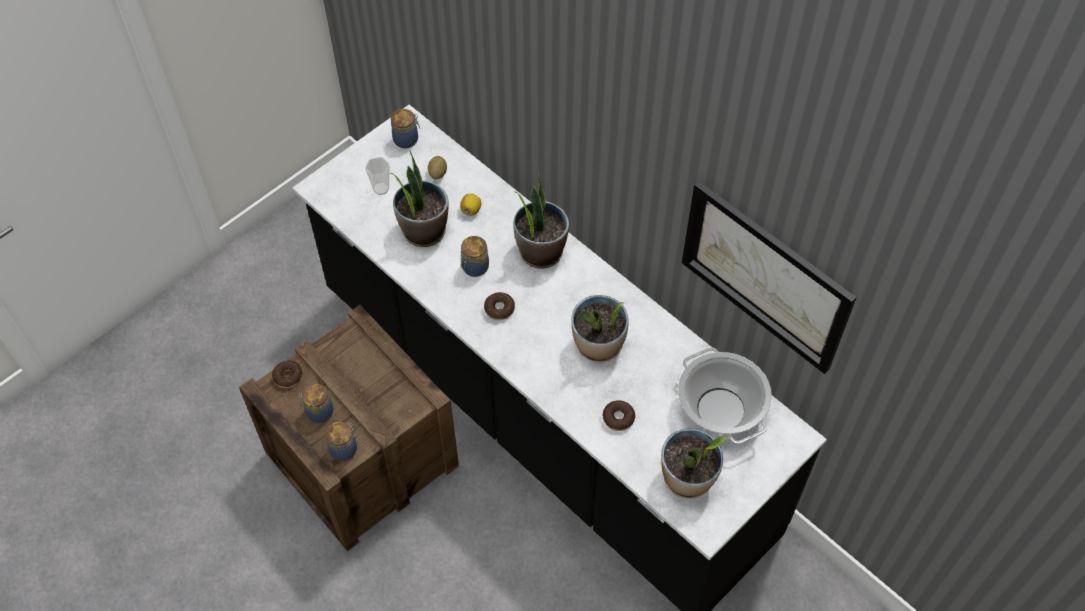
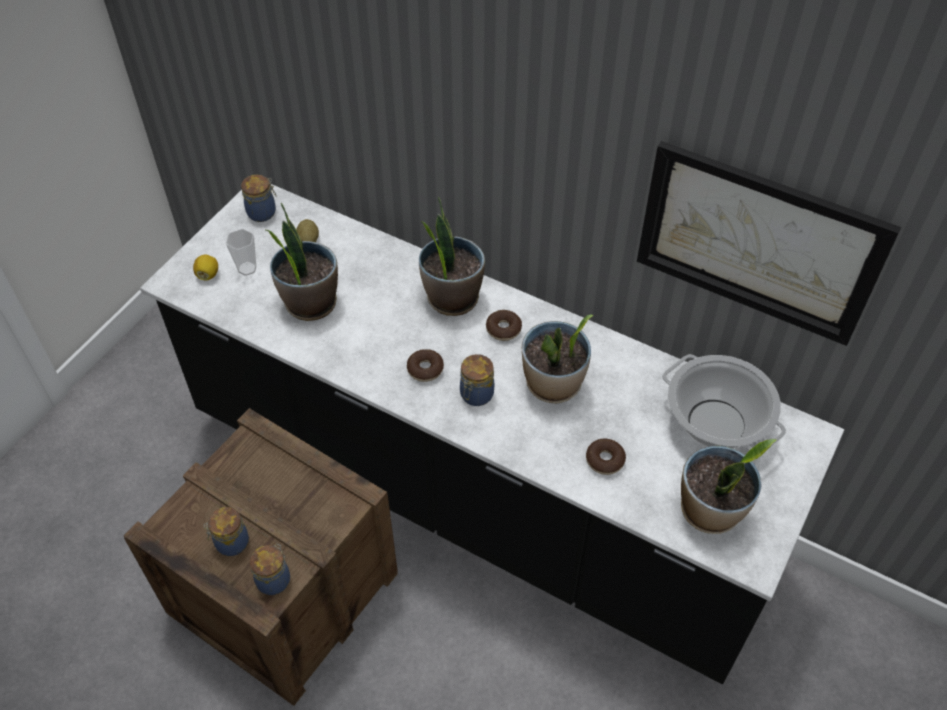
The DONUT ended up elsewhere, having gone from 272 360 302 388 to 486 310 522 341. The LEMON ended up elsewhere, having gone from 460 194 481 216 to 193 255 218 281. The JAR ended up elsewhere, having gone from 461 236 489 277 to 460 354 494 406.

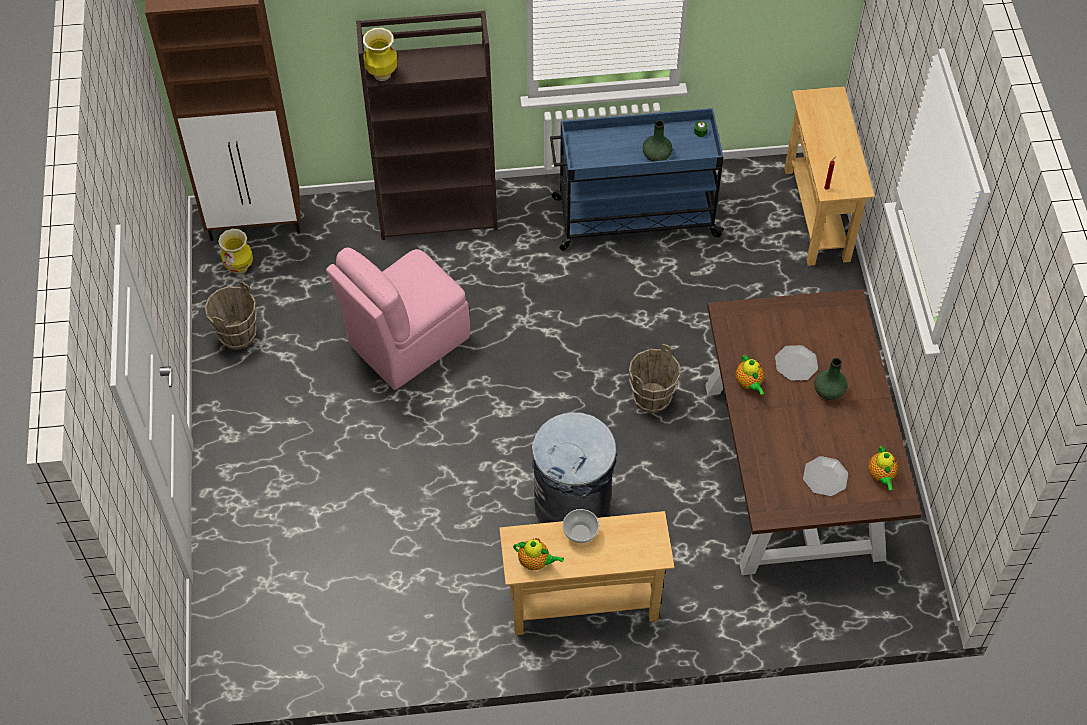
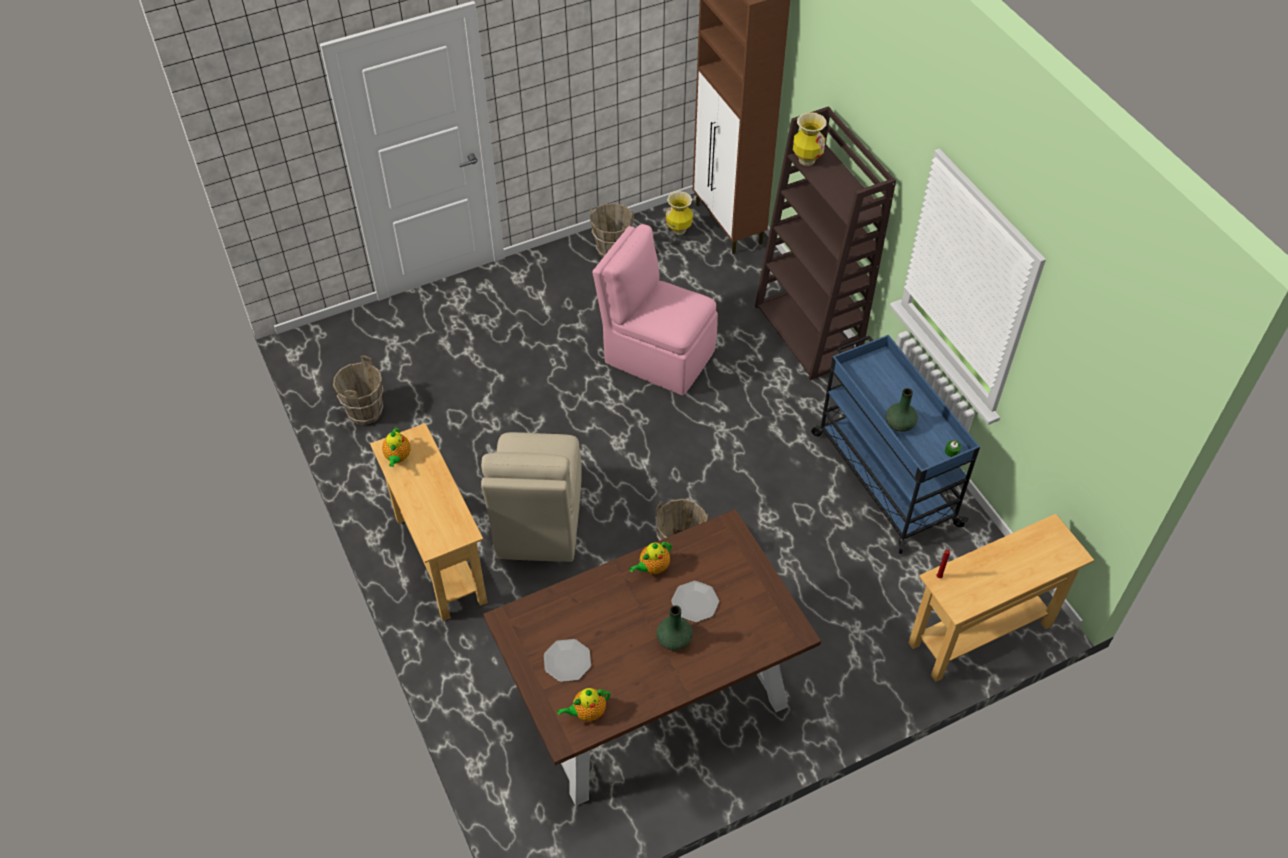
The second view lost the BOWL at 563 509 599 543. The second view gained the BROWN BUCKET at 333 355 384 425. Where the GREY TRASH CAN stood at 532 412 617 524, the BEIGE CHAIR came to stand at 481 432 582 562.

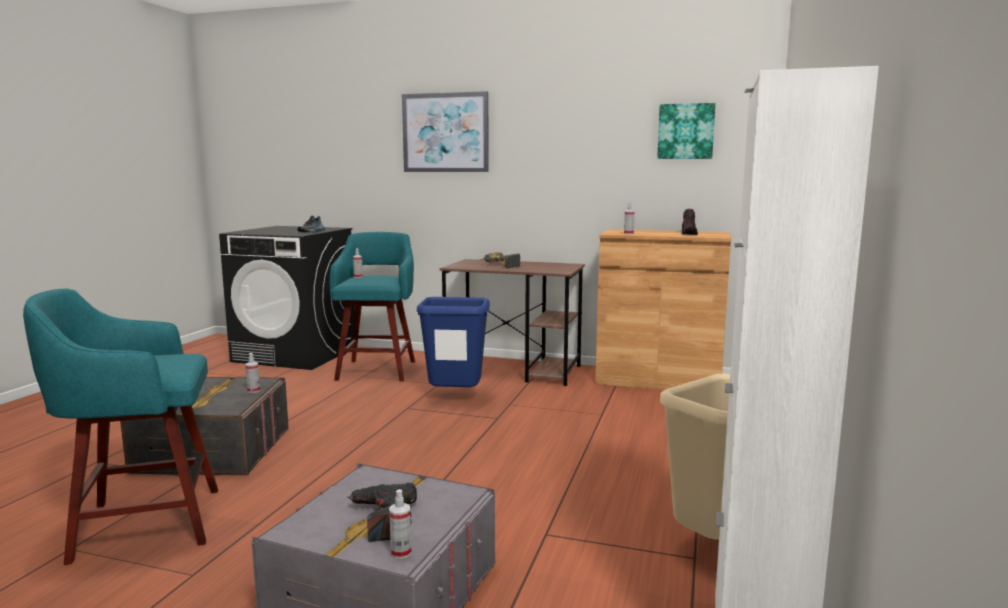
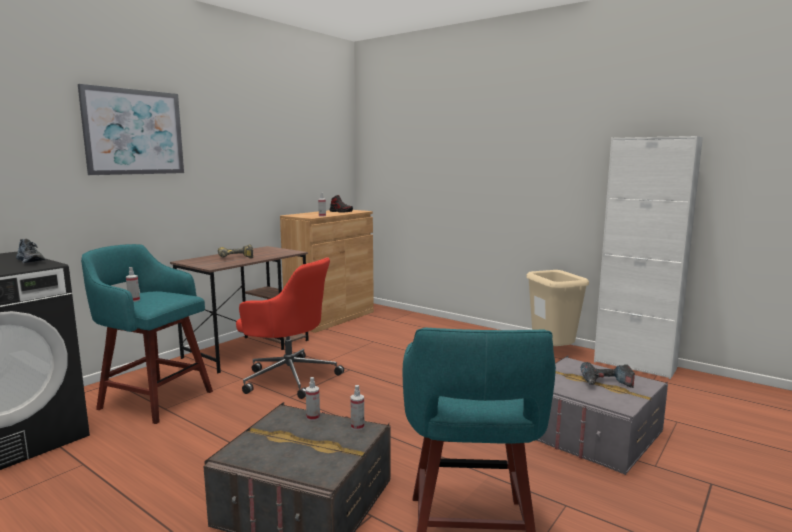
The second view lost the PICTURE at 657 103 715 159. The SPRAY BOTTLE ended up elsewhere, having gone from 389 489 411 559 to 350 385 364 430. Where the BLUE TRASH CAN stood at 417 297 490 387, the RED OFFICE CHAIR came to stand at 236 257 344 399.

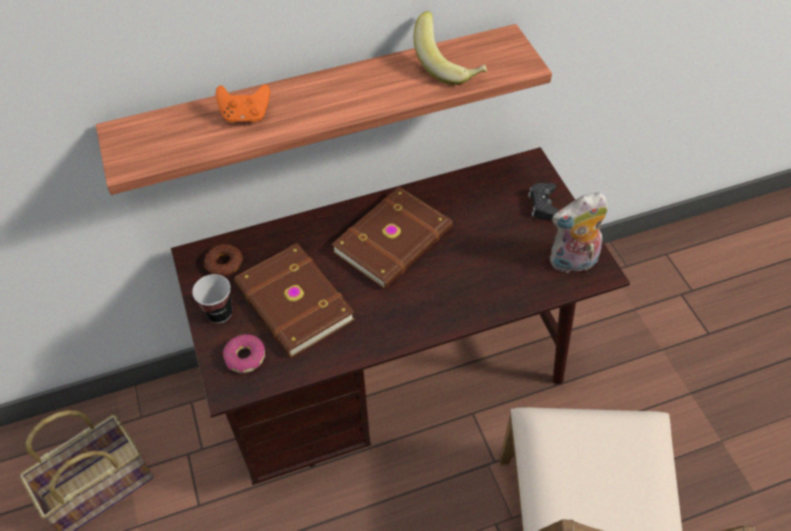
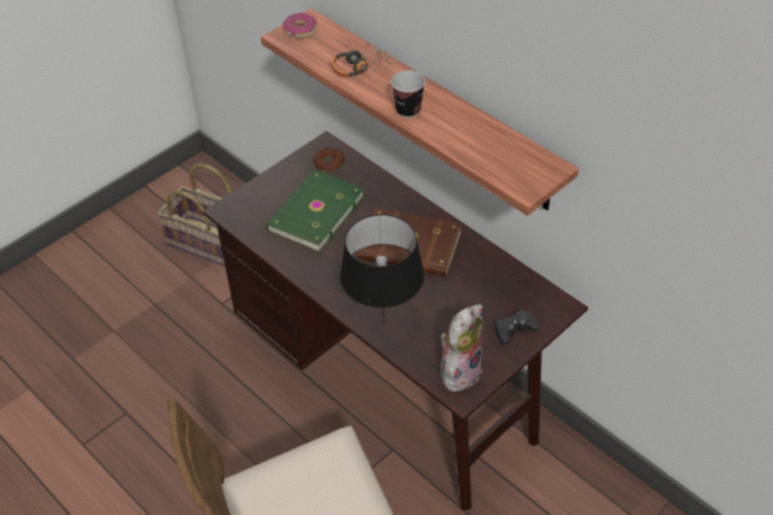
The second view lost the BANANA at 414 11 487 85. The second view gained the BLACK TABLE LAMP at 340 214 425 323. The CUP ended up elsewhere, having gone from 192 274 232 323 to 391 70 425 118. The DONUT ended up elsewhere, having gone from 223 334 265 373 to 283 13 317 38. Where the ORANGE GAME CONTROLLER stood at 216 84 270 123, the HEADPHONES came to stand at 331 42 395 77. What was the BROWN BOOK at 234 243 355 357 turned into the GREEN BOOK at 266 170 365 253. The PLUSH TOY at 550 192 608 273 ended up facing another way, 75 degrees clockwise from before.

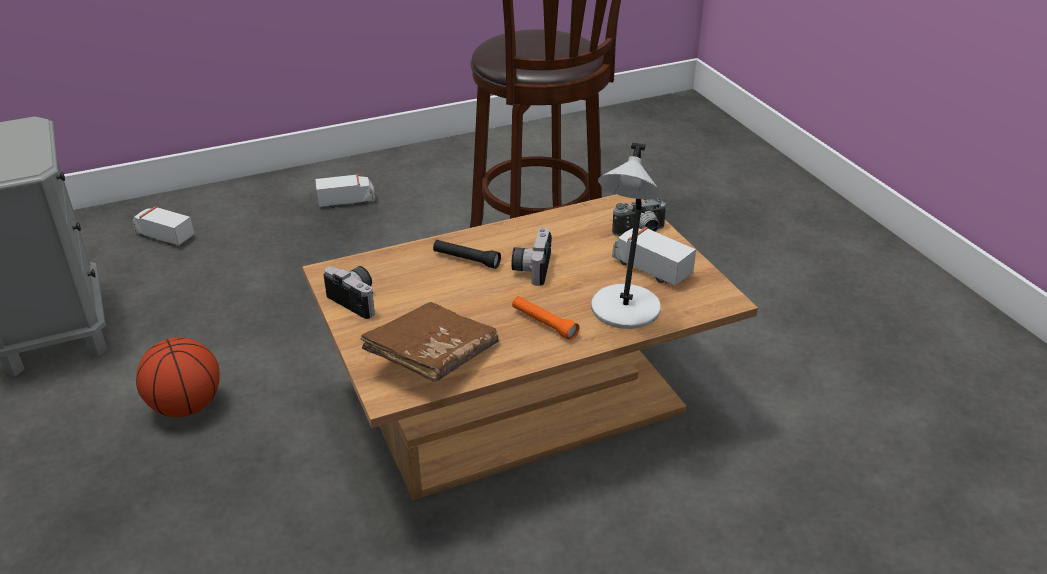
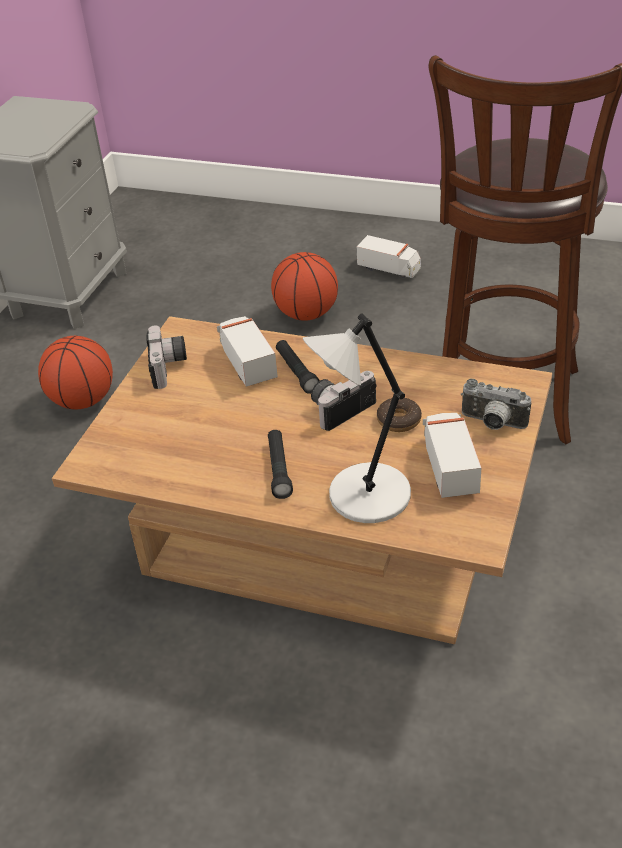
The second view lost the BROWN BOOK at 360 302 499 382. The second view gained the BASKETBALL at 271 252 338 321. The second view gained the DONUT at 377 398 422 432. The TOY TRUCK ended up elsewhere, having gone from 132 206 195 246 to 217 316 278 387. What was the ORANGE FLASHLIGHT at 512 296 580 341 turned into the BLACK FLASHLIGHT at 268 430 293 499.

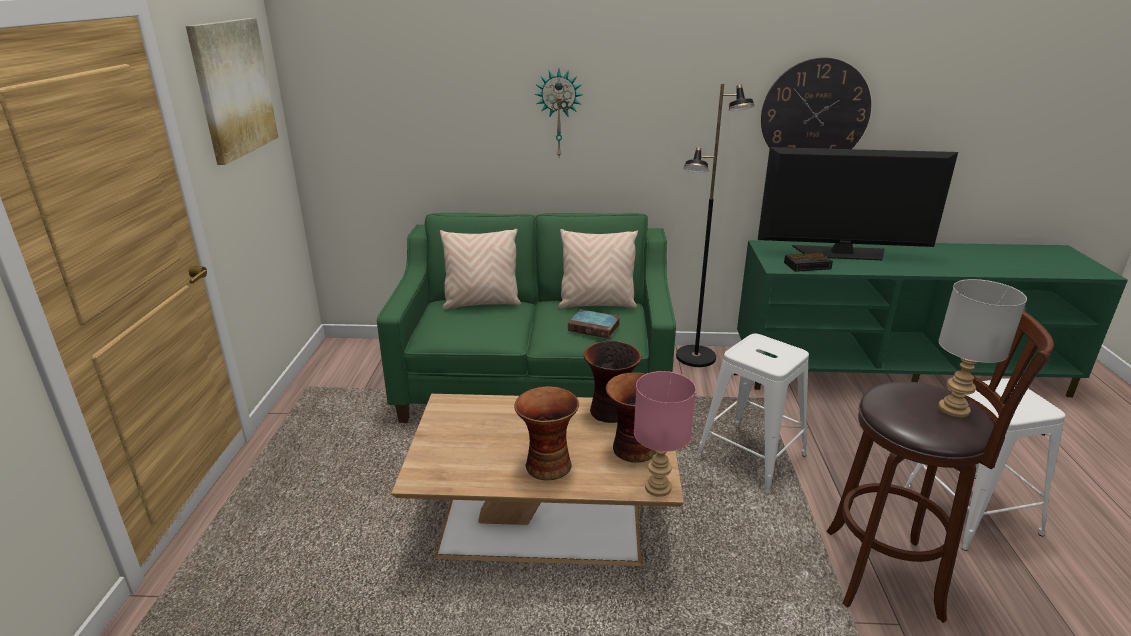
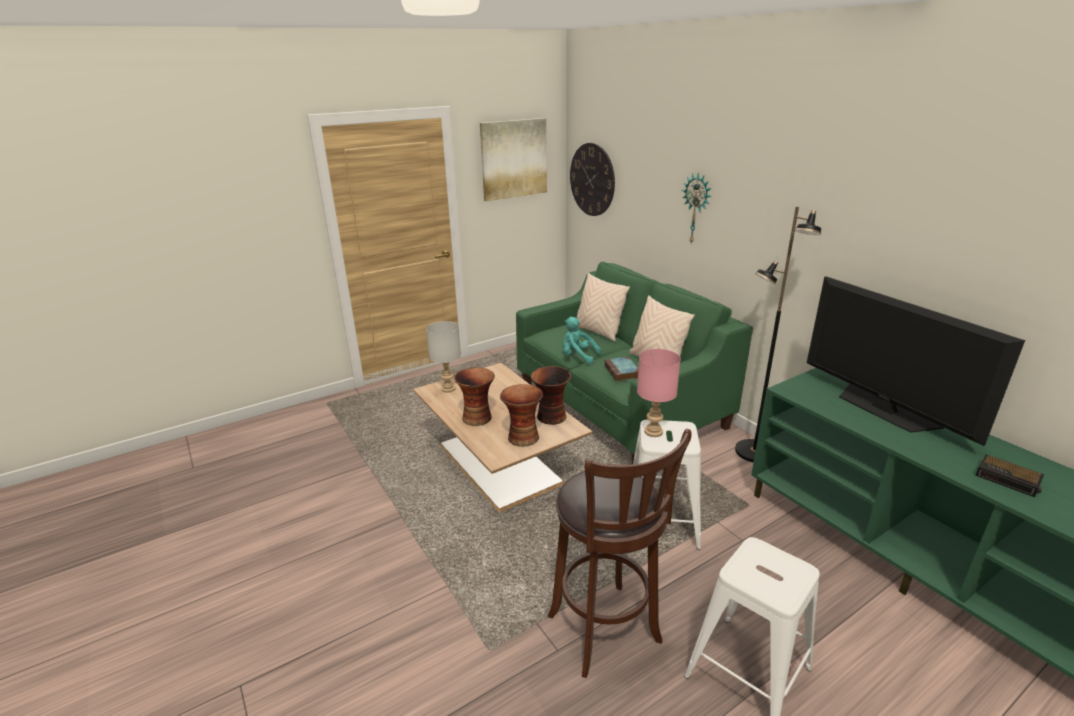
The second view gained the TURQUOISE PLUSH TOY at 563 317 601 364. The PINK TABLE LAMP ended up elsewhere, having gone from 634 371 696 497 to 637 349 681 437. The WALL CLOCK ended up elsewhere, having gone from 761 58 871 149 to 570 143 615 216. The ALARM CLOCK ended up elsewhere, having gone from 784 253 833 272 to 975 455 1044 497. The GREY TABLE LAMP ended up elsewhere, having gone from 938 279 1027 418 to 426 321 461 392.

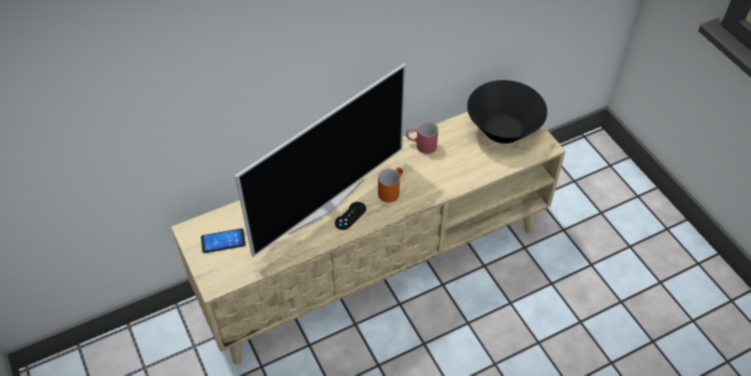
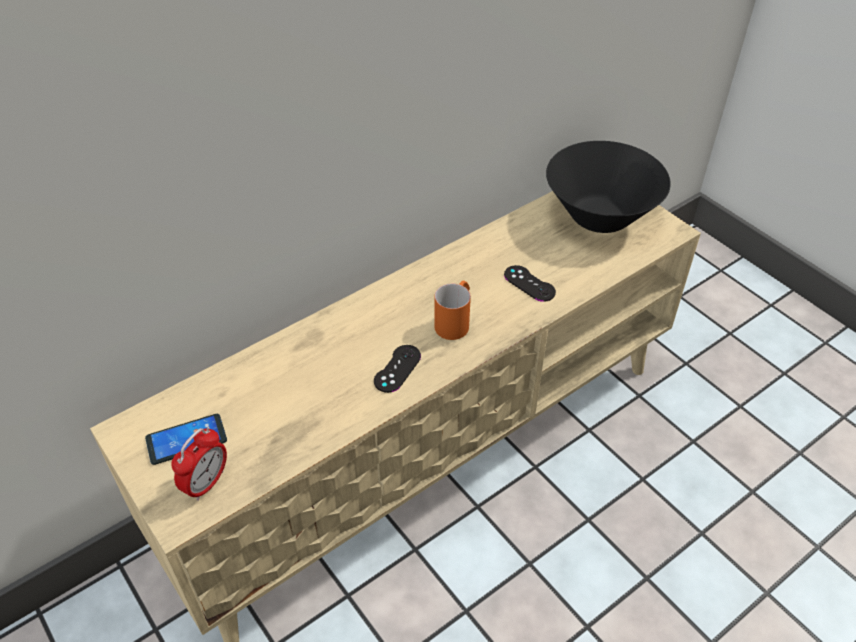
The second view lost the TELEVISION at 235 63 406 257. The second view lost the RED MUG at 406 121 438 154. The second view gained the ALARM CLOCK at 171 427 227 501. The second view gained the BLACK GAME CONTROLLER at 504 265 556 302.

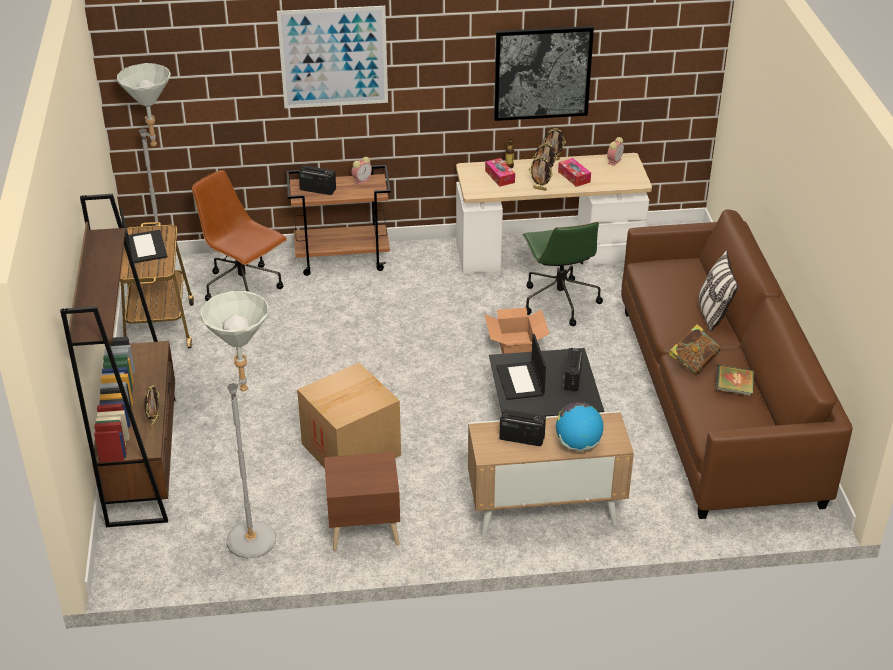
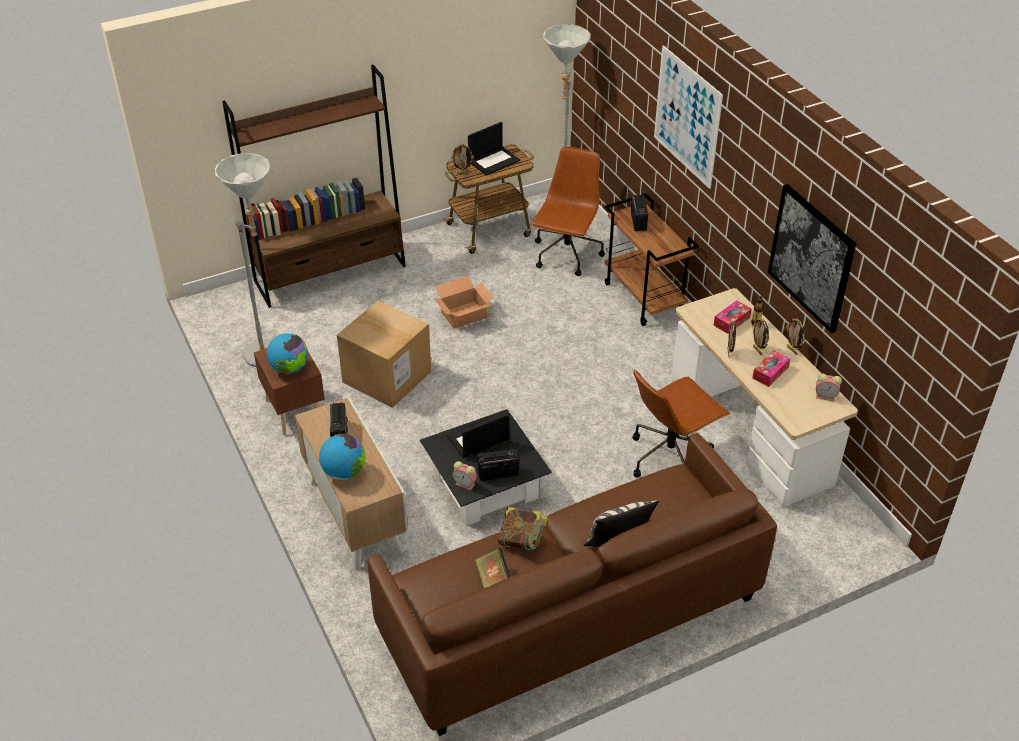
The second view gained the GLOBE at 267 333 308 374. The PICTURE FRAME ended up elsewhere, having gone from 144 385 160 427 to 451 144 474 174. The ALARM CLOCK ended up elsewhere, having gone from 351 157 372 185 to 452 461 477 491. The CARDBOARD BOX ended up elsewhere, having gone from 484 308 549 354 to 434 276 494 329. What was the GREEN OFFICE CHAIR at 523 222 603 326 turned into the BROWN OFFICE CHAIR at 633 369 730 478.

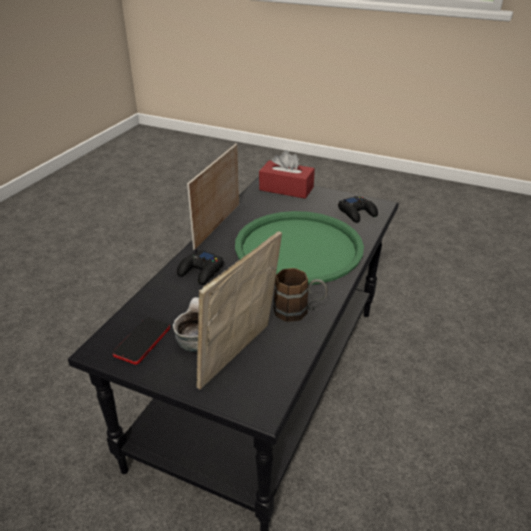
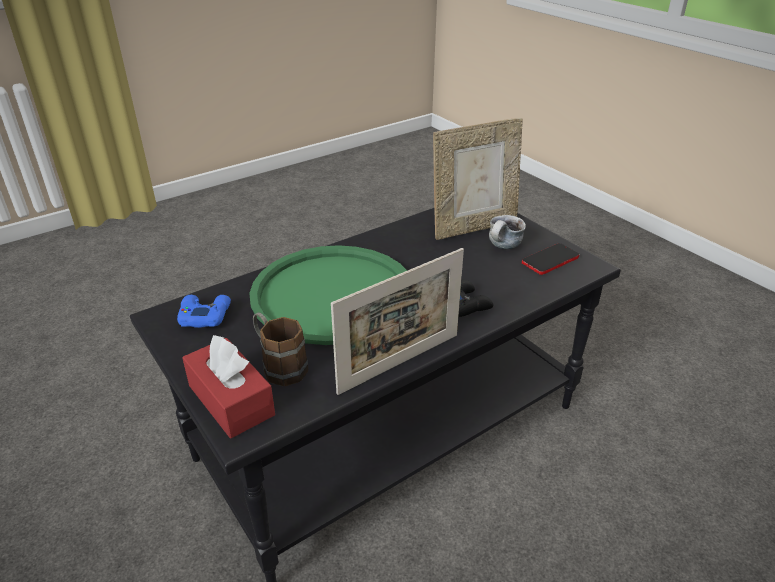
The BROWN MUG ended up elsewhere, having gone from 273 268 327 322 to 253 312 308 386. What was the BLACK GAME CONTROLLER at 338 196 378 223 turned into the BLUE GAME CONTROLLER at 177 295 231 328.

